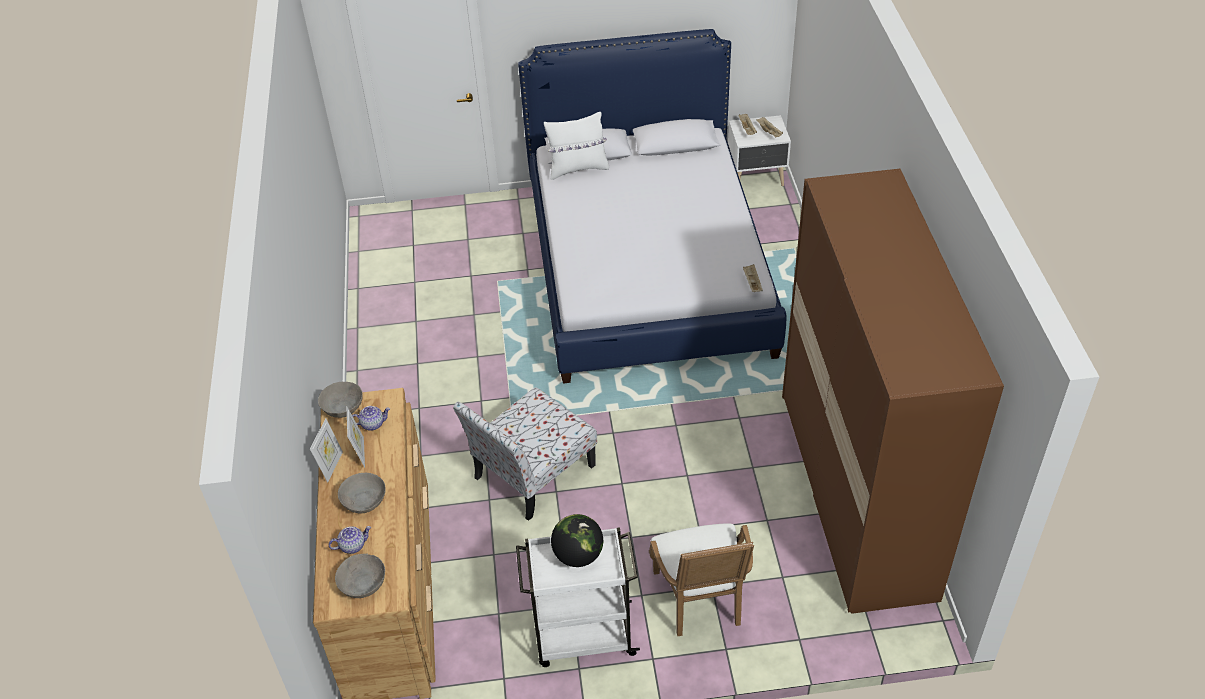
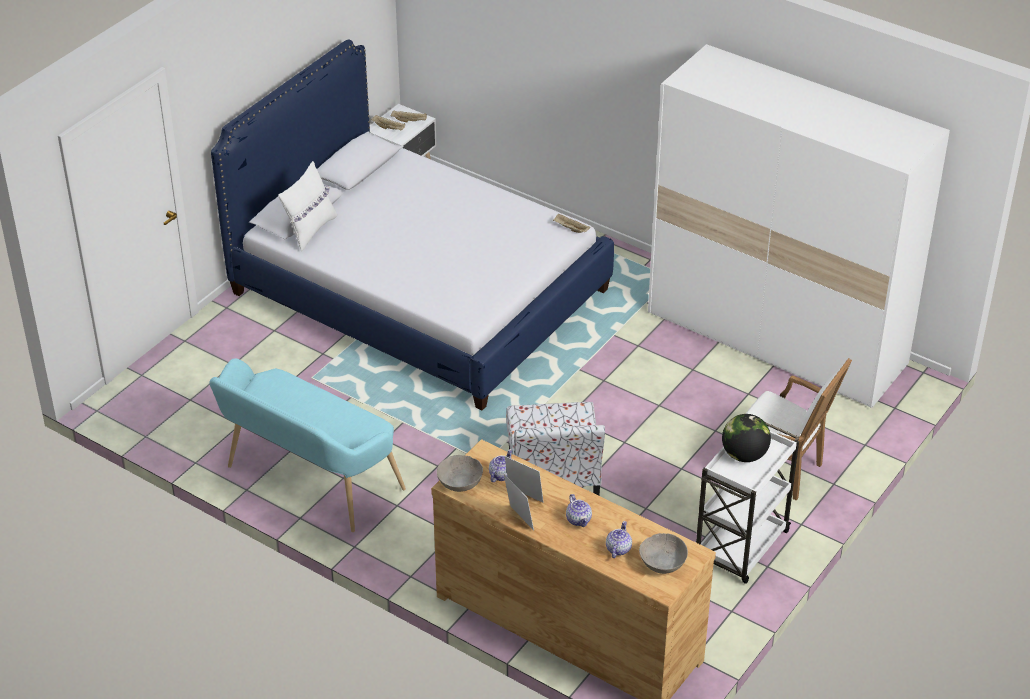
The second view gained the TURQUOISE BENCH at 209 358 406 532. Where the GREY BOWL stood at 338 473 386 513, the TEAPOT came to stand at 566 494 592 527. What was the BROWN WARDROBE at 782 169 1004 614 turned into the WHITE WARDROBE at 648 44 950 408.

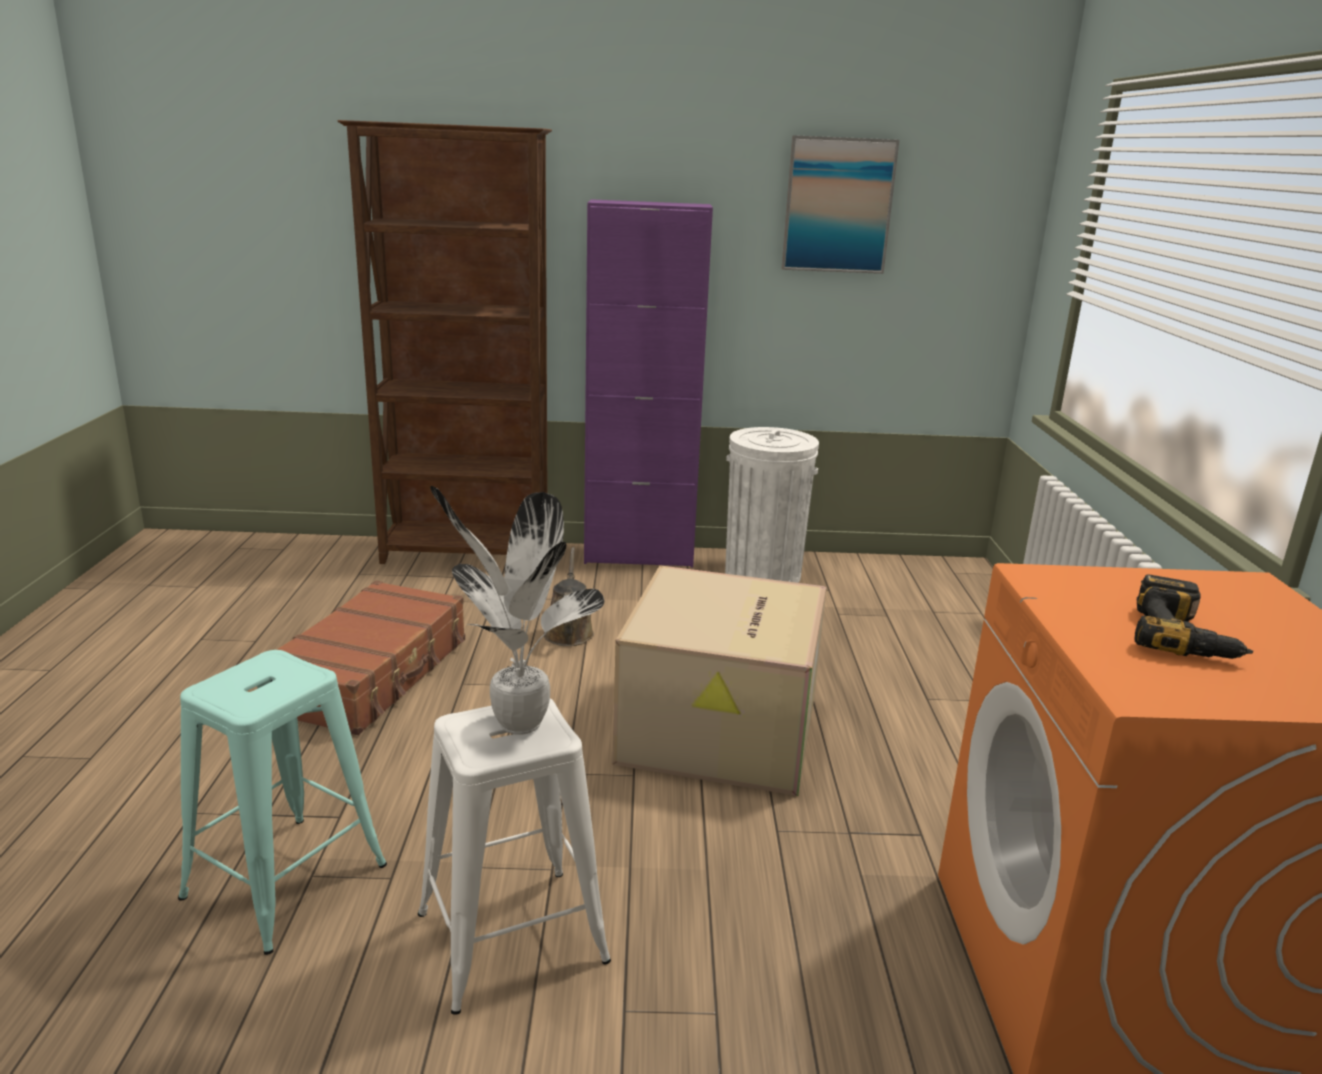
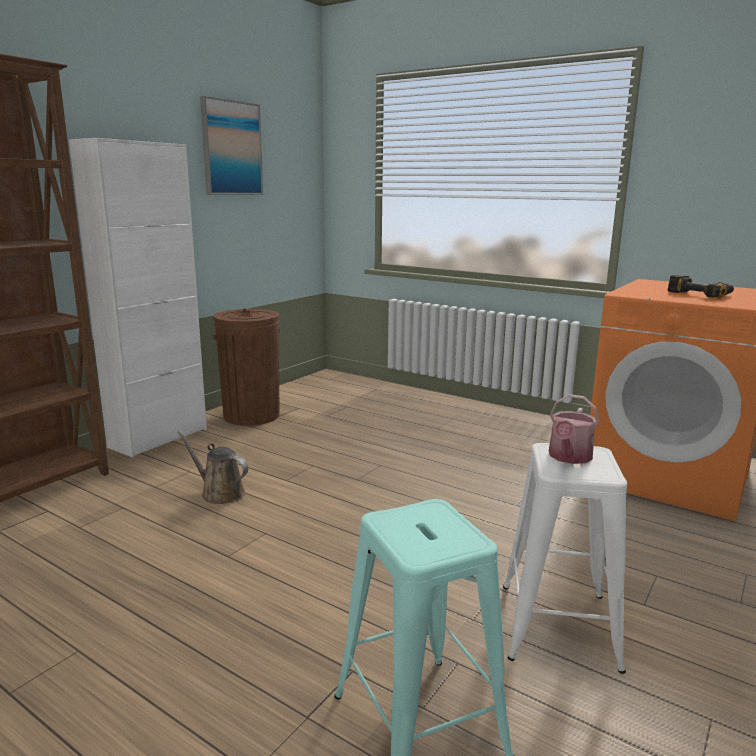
The second view lost the BROWN SUITCASE at 257 580 465 735. The second view lost the CARDBOARD BOX at 613 565 827 796. Where the POTTED PLANT stood at 430 486 604 735, the WATERING CAN came to stand at 549 394 600 464. What was the PURPLE CABINET at 584 199 713 568 turned into the WHITE CABINET at 69 138 207 458. What was the WHITE TRASH CAN at 725 427 819 583 turned into the BROWN TRASH CAN at 213 308 280 426.

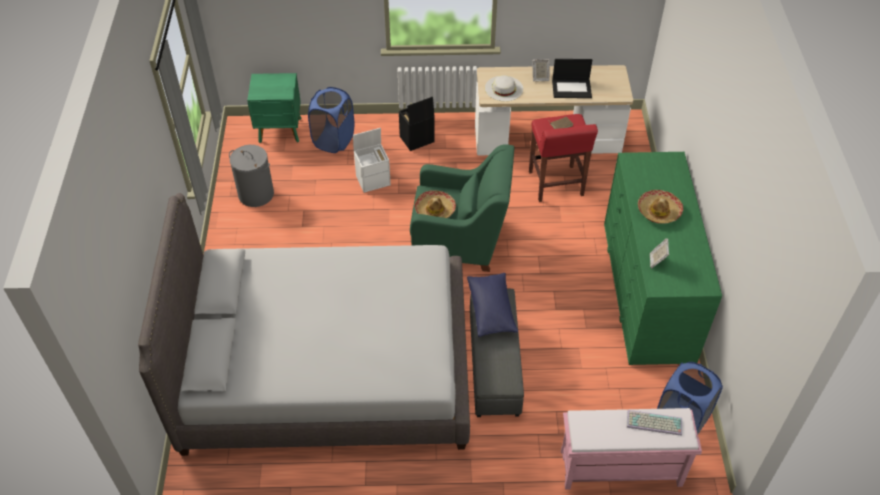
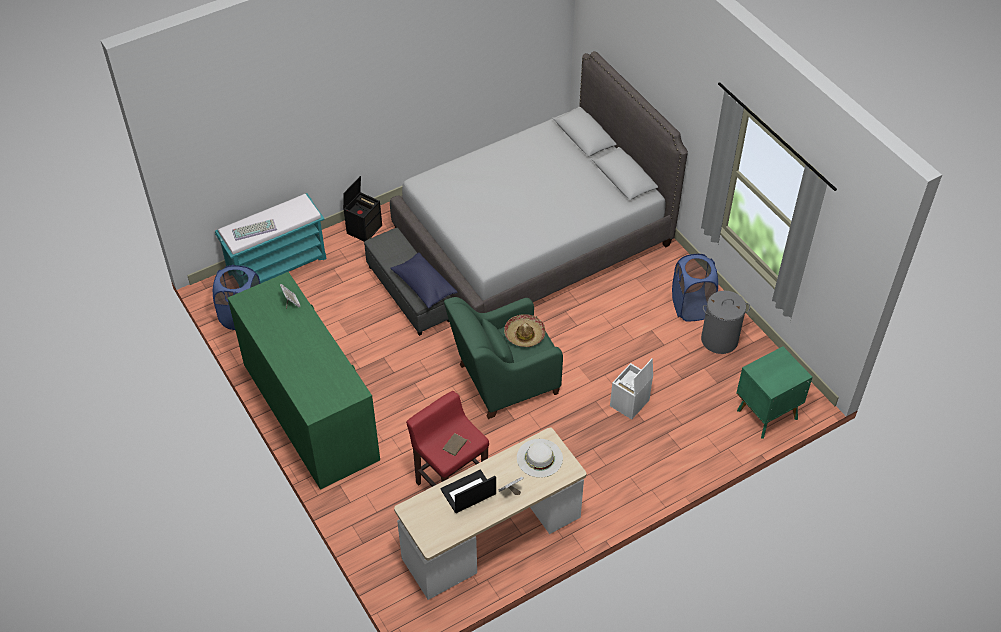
The second view lost the HAT at 638 190 683 224. The BLUE LAUNDRY BASKET ended up elsewhere, having gone from 308 87 354 153 to 672 254 718 322. The BLACK STORAGE BOX ended up elsewhere, having gone from 399 97 435 151 to 343 176 382 242. What was the PINK BENCH at 561 408 702 490 turned into the TURQUOISE BENCH at 215 193 326 283.

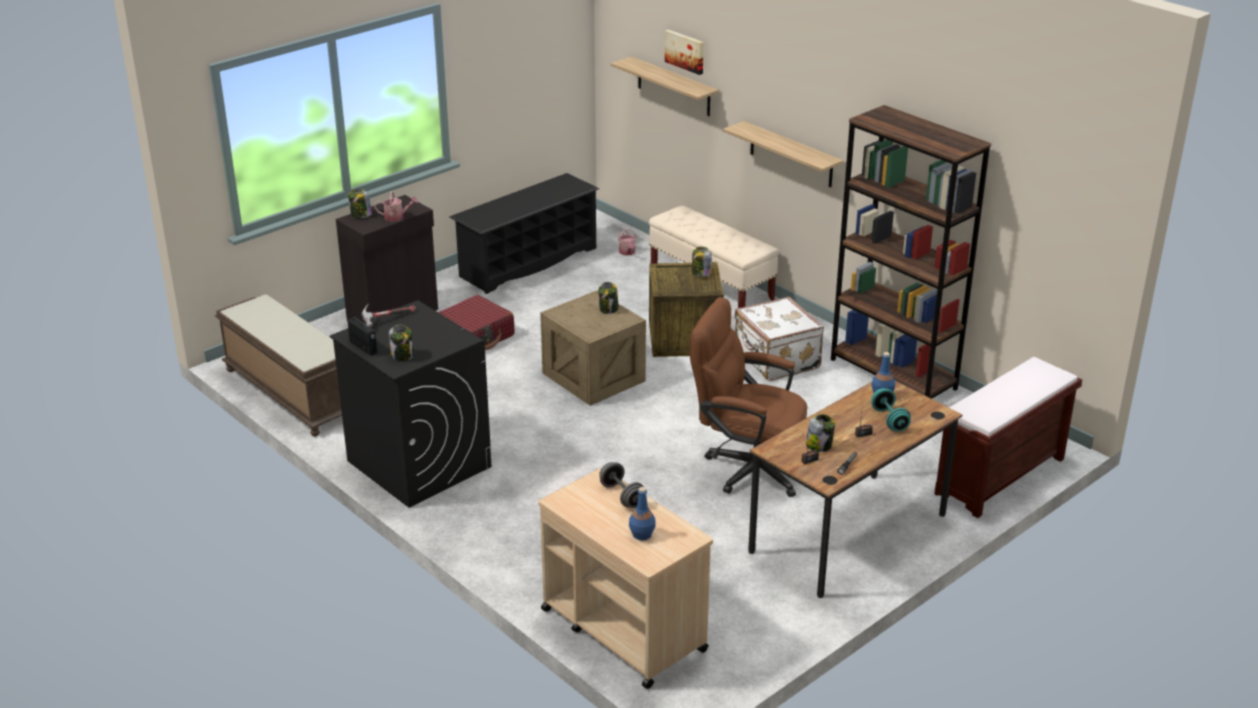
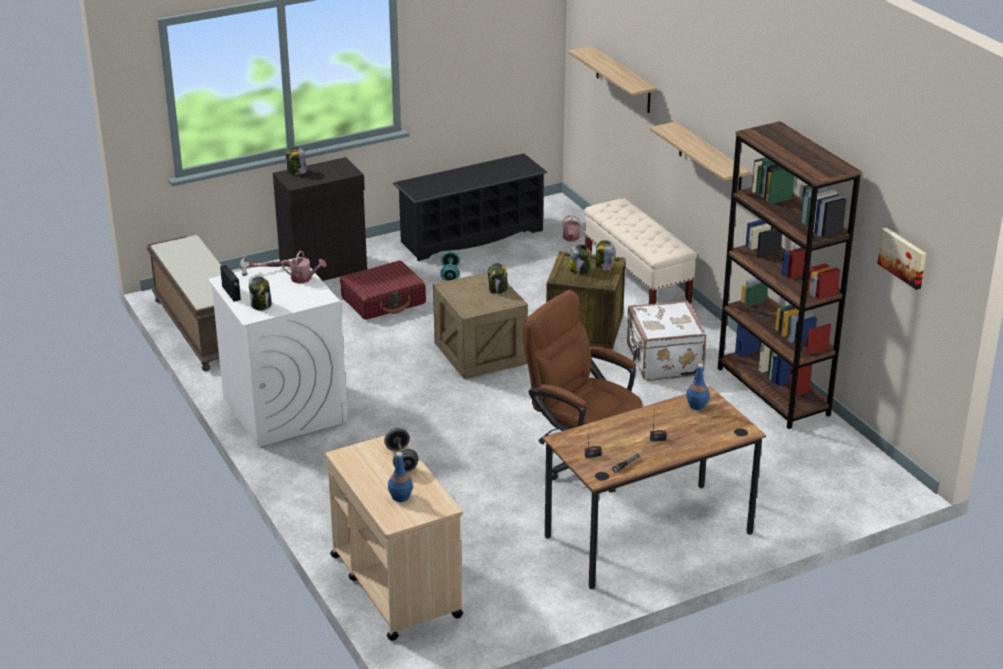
The second view lost the BROWN BENCH at 934 357 1082 518. The WATERING CAN ended up elsewhere, having gone from 374 191 418 222 to 281 251 326 283. The PICTURE ended up elsewhere, having gone from 665 29 704 75 to 877 228 926 290. The JAR ended up elsewhere, having gone from 806 414 835 452 to 569 244 591 274. The TURQUOISE DUMBBELL ended up elsewhere, having gone from 871 388 911 431 to 441 251 460 281. What was the BLACK WASHING MACHINE at 330 300 492 508 turned into the WHITE WASHING MACHINE at 208 257 348 447.

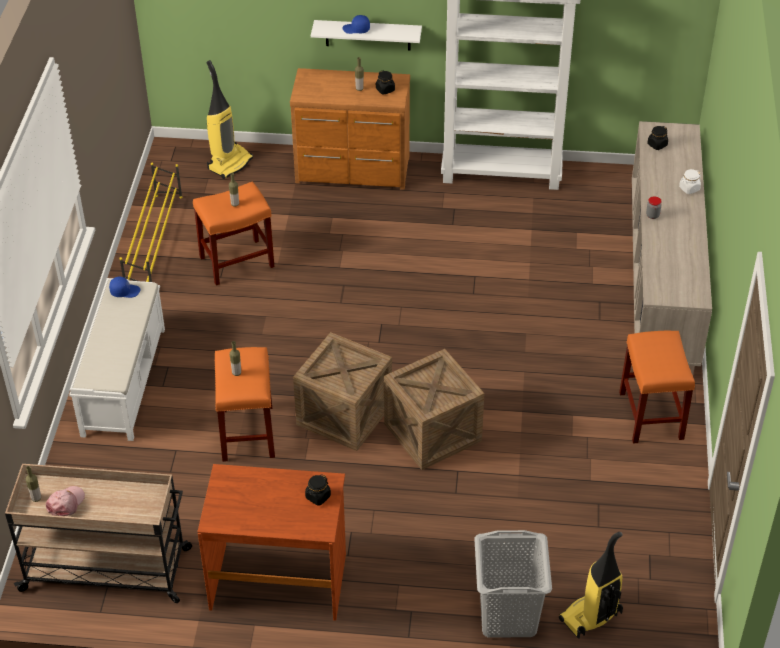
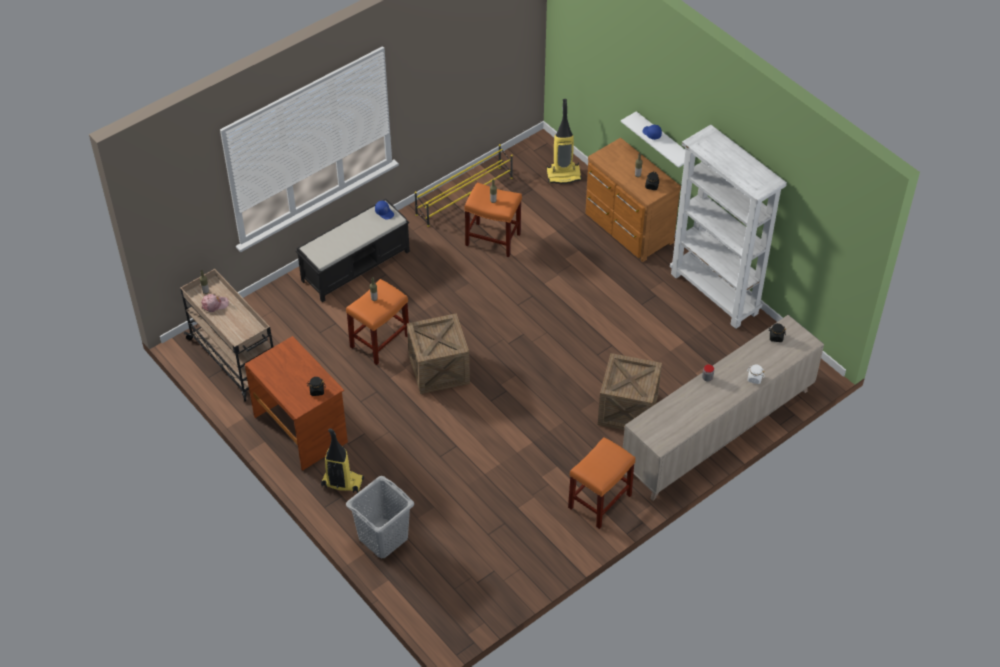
The CRATE ended up elsewhere, having gone from 384 349 485 470 to 598 353 662 430. The VACUUM CLEANER ended up elsewhere, having gone from 559 532 623 639 to 321 429 364 493. What was the WHITE BENCH at 69 278 165 441 turned into the BLACK BENCH at 296 199 410 302.

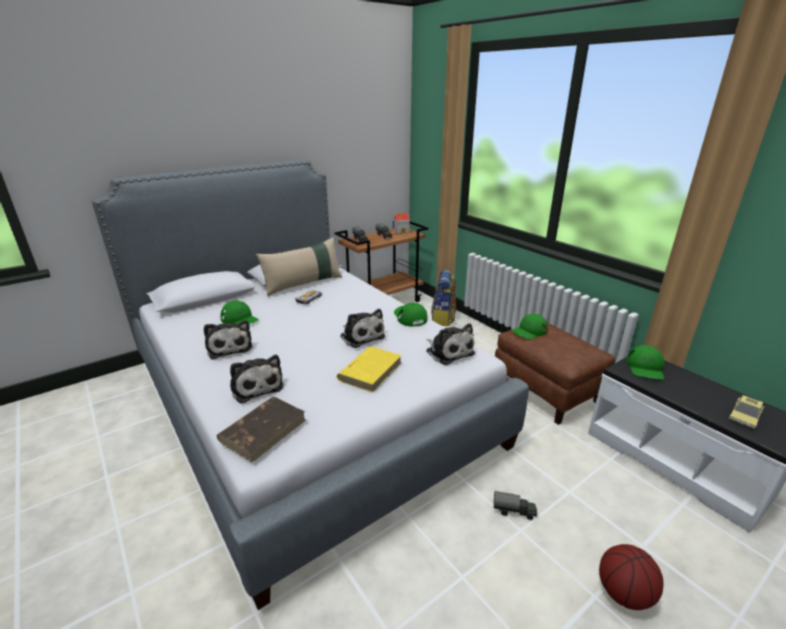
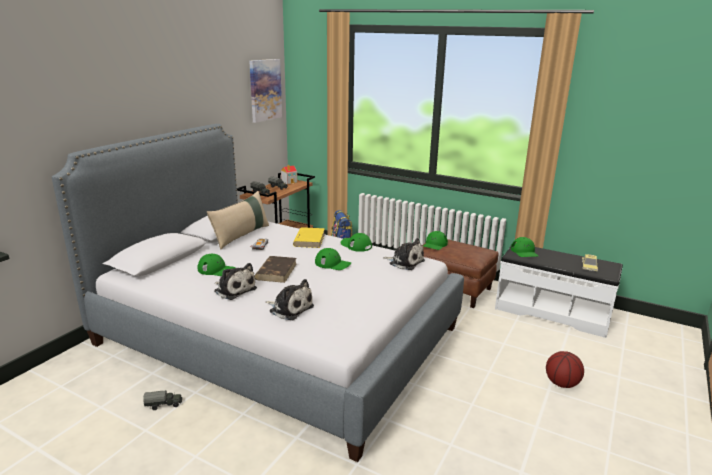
The second view gained the PICTURE at 249 59 282 123. The BROWN BOOK ended up elsewhere, having gone from 217 396 306 462 to 254 256 296 283. The YELLOW BOOK ended up elsewhere, having gone from 337 346 402 393 to 293 227 325 248. The TOY TRUCK ended up elsewhere, having gone from 494 491 537 520 to 143 390 182 410. Where the PLUSH TOY stood at 340 309 385 348, the GREEN CAP came to stand at 315 248 351 270.

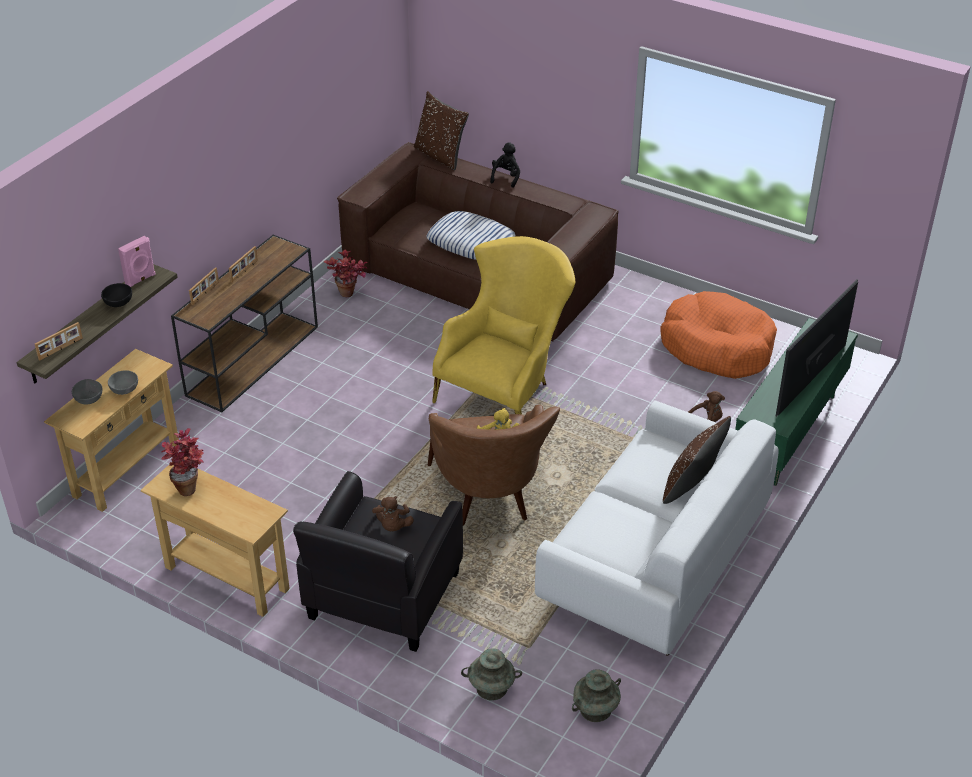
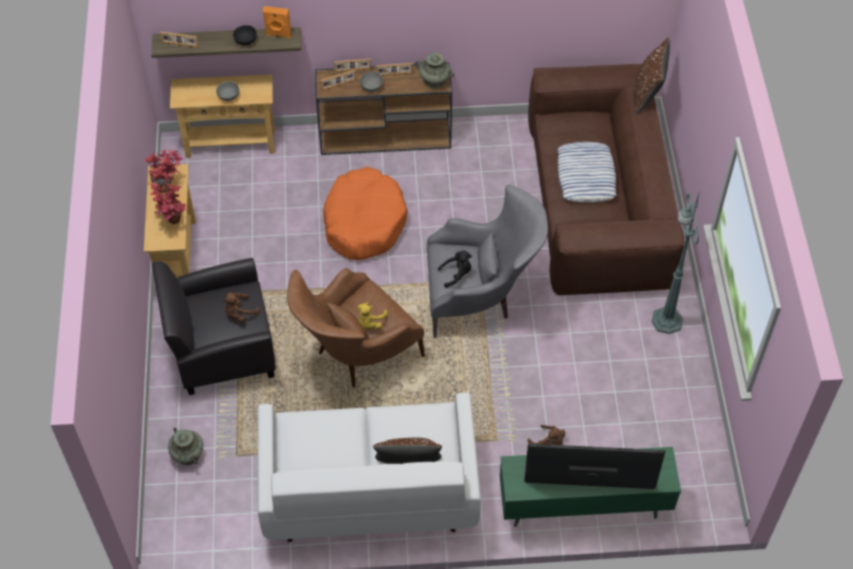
The second view gained the PICTURE FRAME at 321 70 356 91. The second view gained the GREEN FLOOR LAMP at 652 190 700 334. The GREY BOWL ended up elsewhere, having gone from 72 379 102 404 to 360 72 383 92. The POTTED PLANT ended up elsewhere, having gone from 323 250 368 297 to 150 182 186 224. The BLACK PLUSH TOY ended up elsewhere, having gone from 490 142 520 188 to 438 250 472 288. The TURQUOISE VASE ended up elsewhere, having gone from 572 669 621 722 to 415 52 455 89. The ORANGE DOG BED ended up elsewhere, having gone from 660 291 777 379 to 323 167 407 260. What was the PINK SPEAKER at 118 236 156 287 turned into the ORANGE SPEAKER at 263 6 291 38. What was the YELLOW ARMCHAIR at 432 236 575 415 turned into the GREY ARMCHAIR at 427 185 548 338.

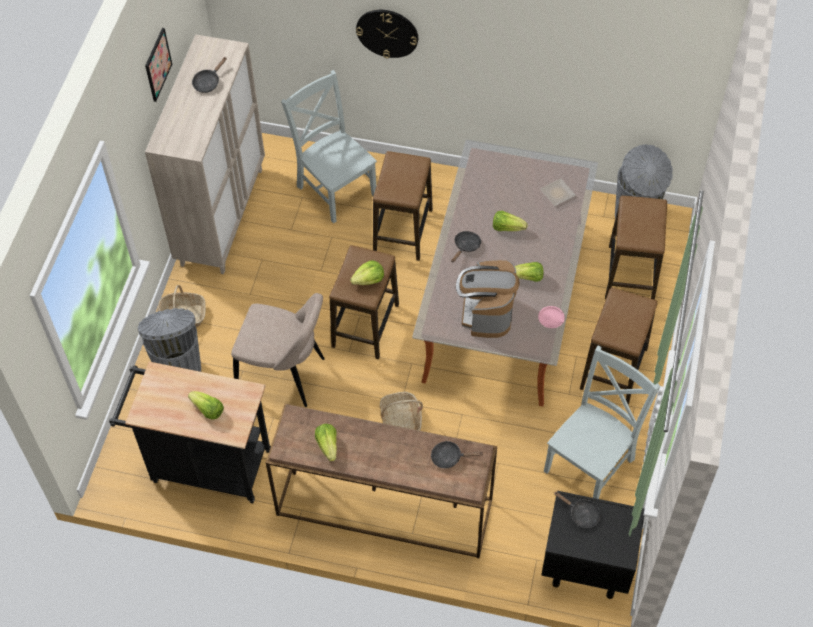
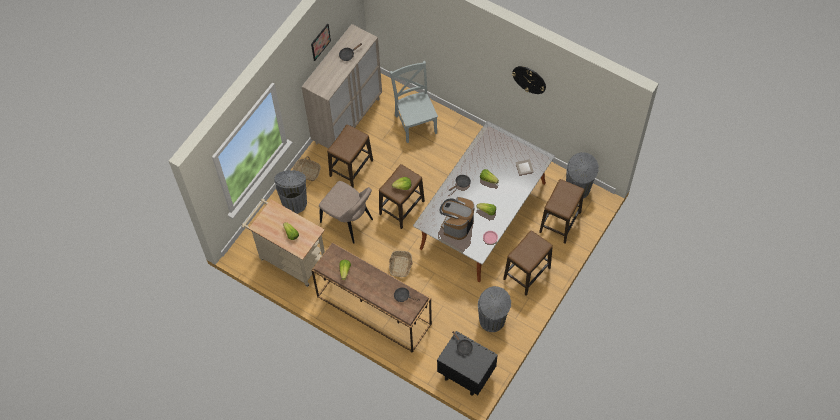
The WALL CLOCK ended up elsewhere, having gone from 356 10 418 59 to 512 66 546 94. The STOOL ended up elsewhere, having gone from 373 151 433 261 to 327 124 373 188. Where the GREY CHAIR stood at 544 345 660 499, the GREY TRASH CAN came to stand at 478 286 511 332. What was the BLACK CART at 109 362 271 503 turned into the BEIGE CART at 242 199 325 287.

